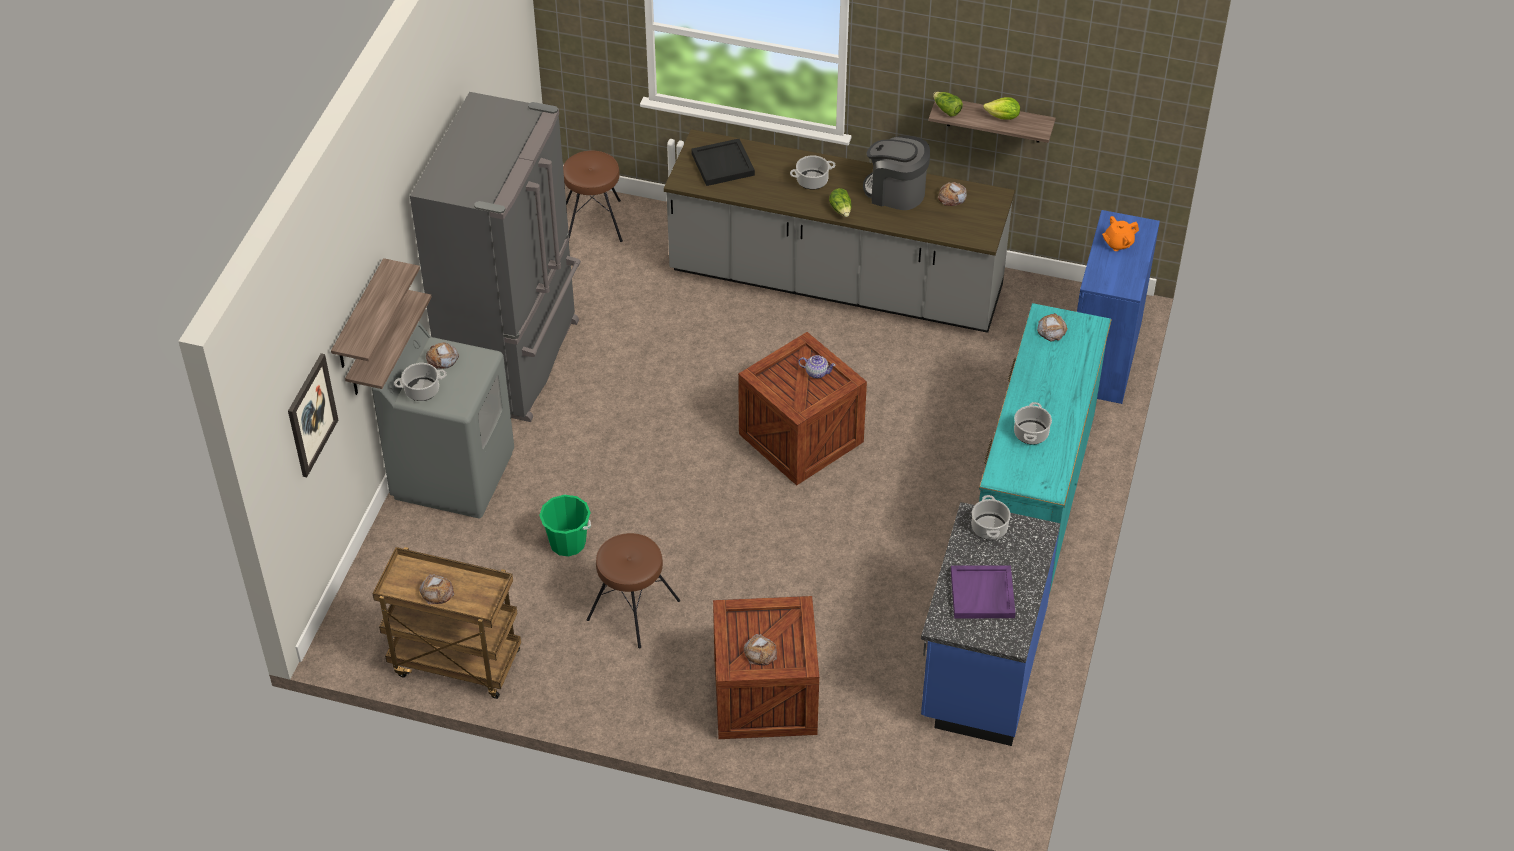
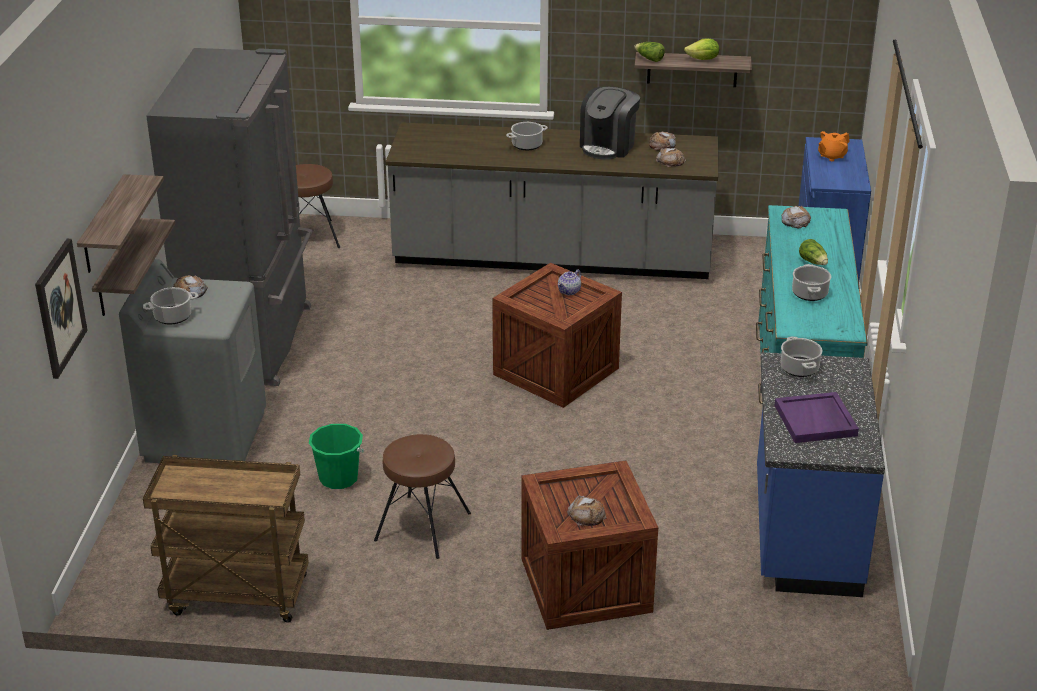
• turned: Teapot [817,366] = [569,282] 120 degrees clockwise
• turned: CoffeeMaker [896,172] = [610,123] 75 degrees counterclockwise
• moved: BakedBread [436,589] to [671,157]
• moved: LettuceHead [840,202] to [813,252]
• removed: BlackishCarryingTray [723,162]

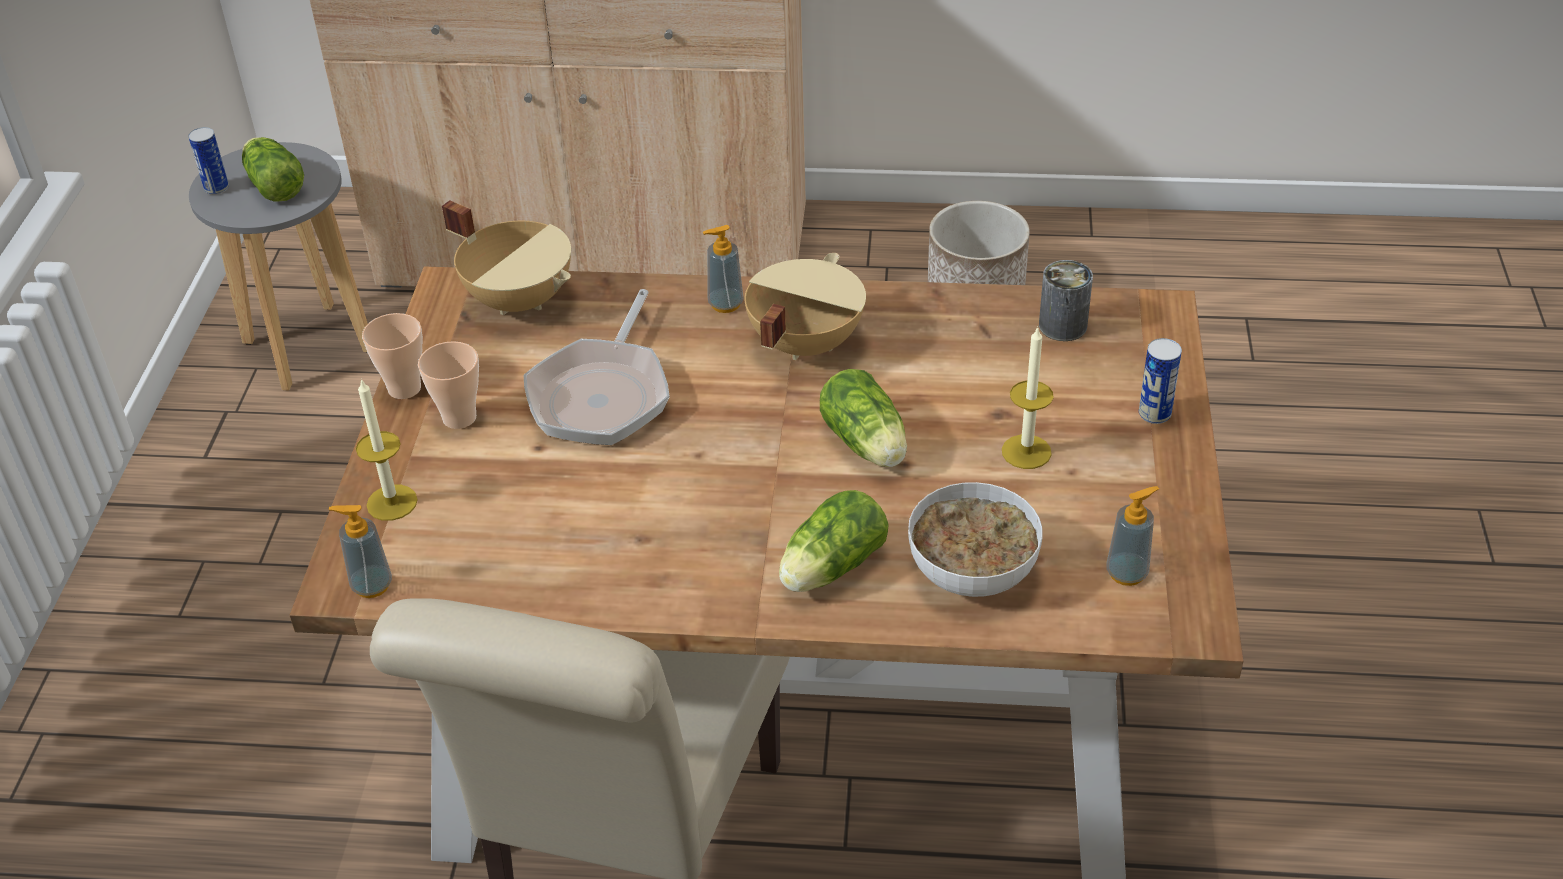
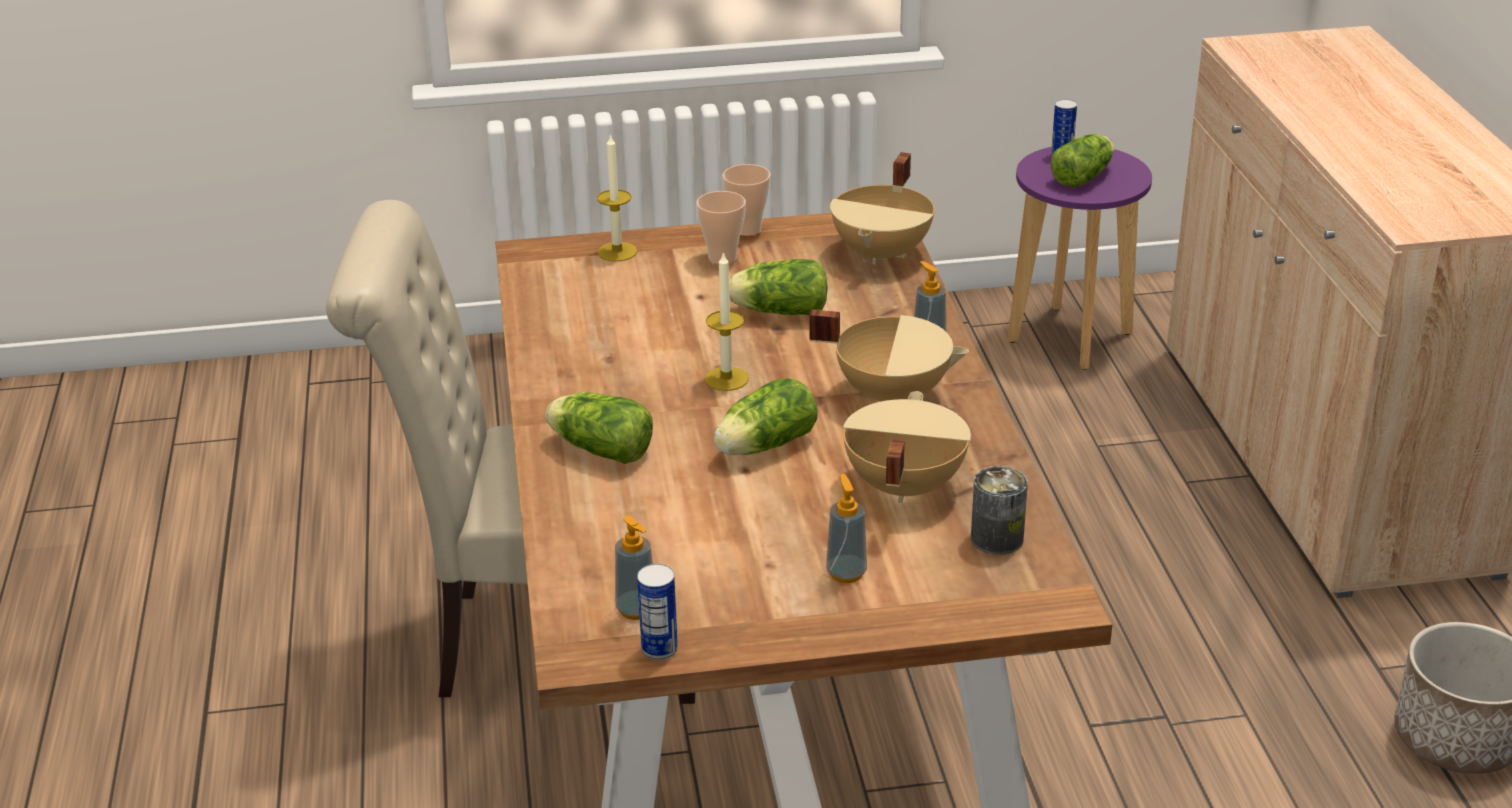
• moved: Can [1160,381] to [657,612]
• moved: WaxCandle [1028,398] to [726,321]
• replaced: Skillet [597,367] to LettuceHead [778,287]
• moved: SoapBottle [360,551] to [846,528]
• added: BeigeSaucepot [907,447]
• recoloured: GreyStoolSeat [278,266] to PurplishStoolSeat [1079,258]
• removed: ServingBowl [975,539]

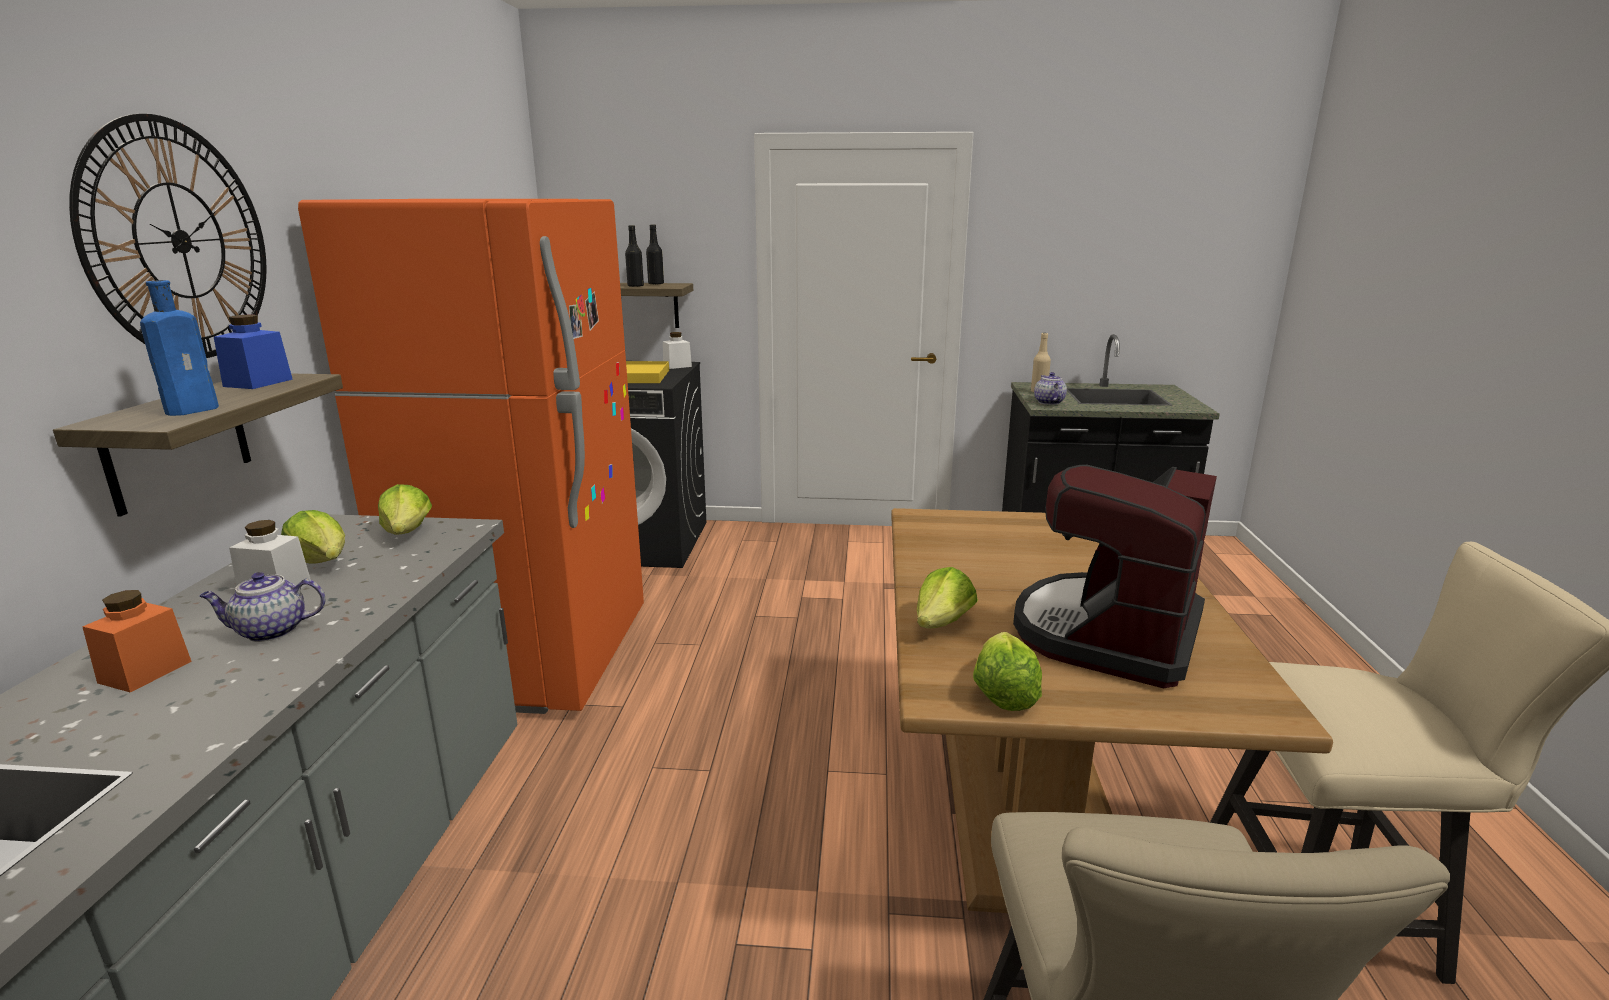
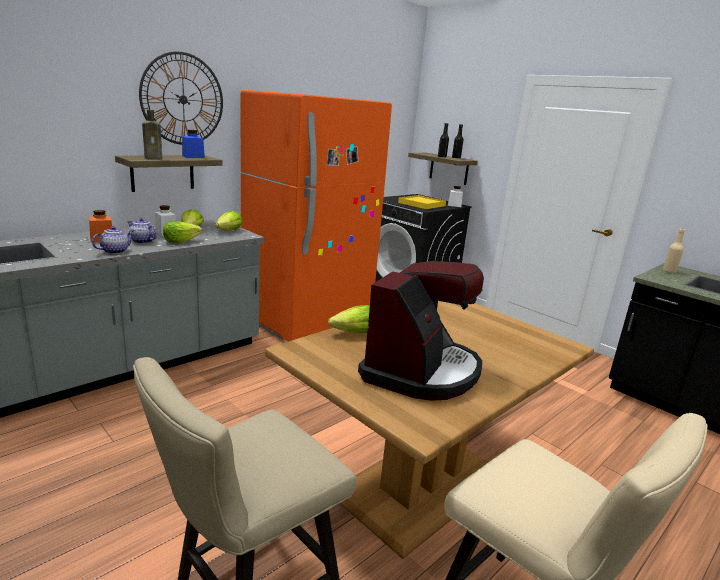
• moved: Teapot [1050,388] to [113,240]
• recoloured: BlueColouredBottle [179,348] to BrownColouredBottle [152,134]
• moved: LettuceHead [1007,671] to [182,232]
• turned: CoffeeMaker [1115,577] = [421,331] 135 degrees clockwise

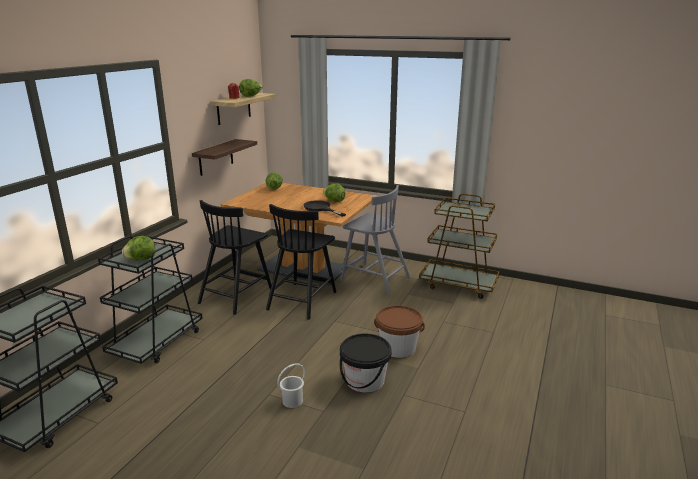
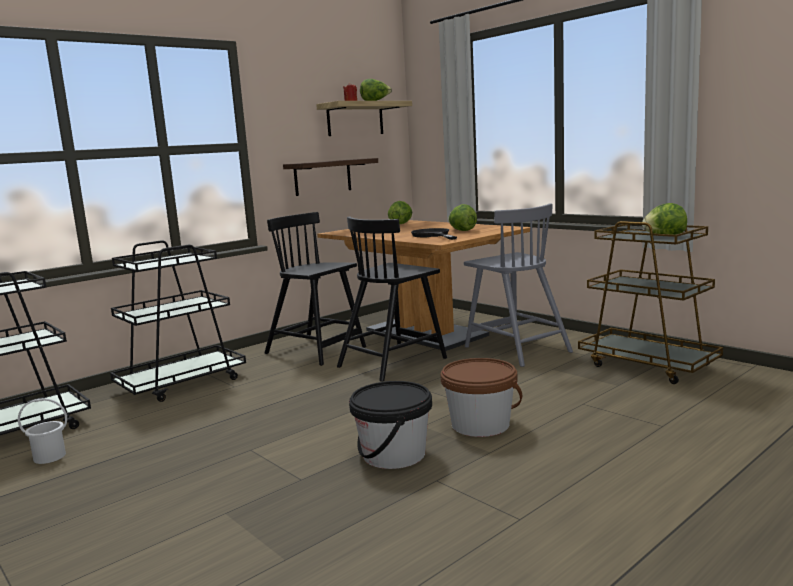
• moved: WhiteColouredWaterBucket [291,385] to [42,431]
• turned: BlackishUprightChair [234,257] = [315,289] 75 degrees clockwise
• moved: LettuceHead [139,248] to [664,219]

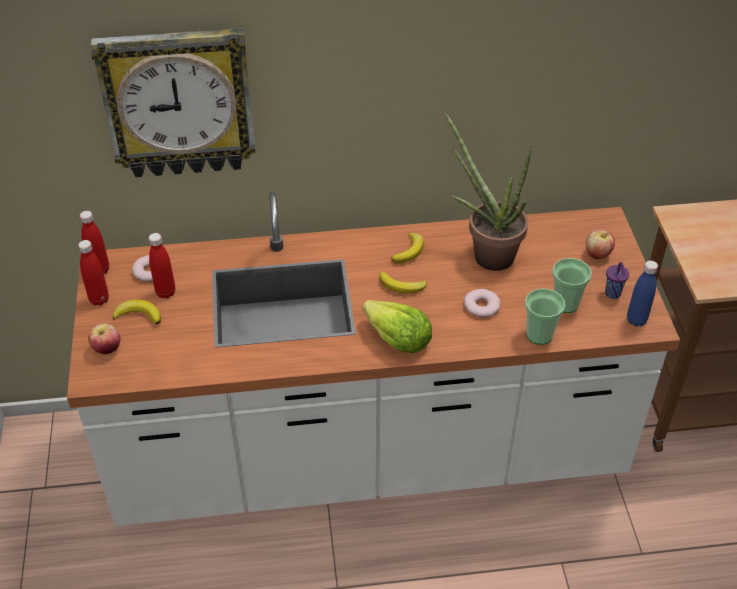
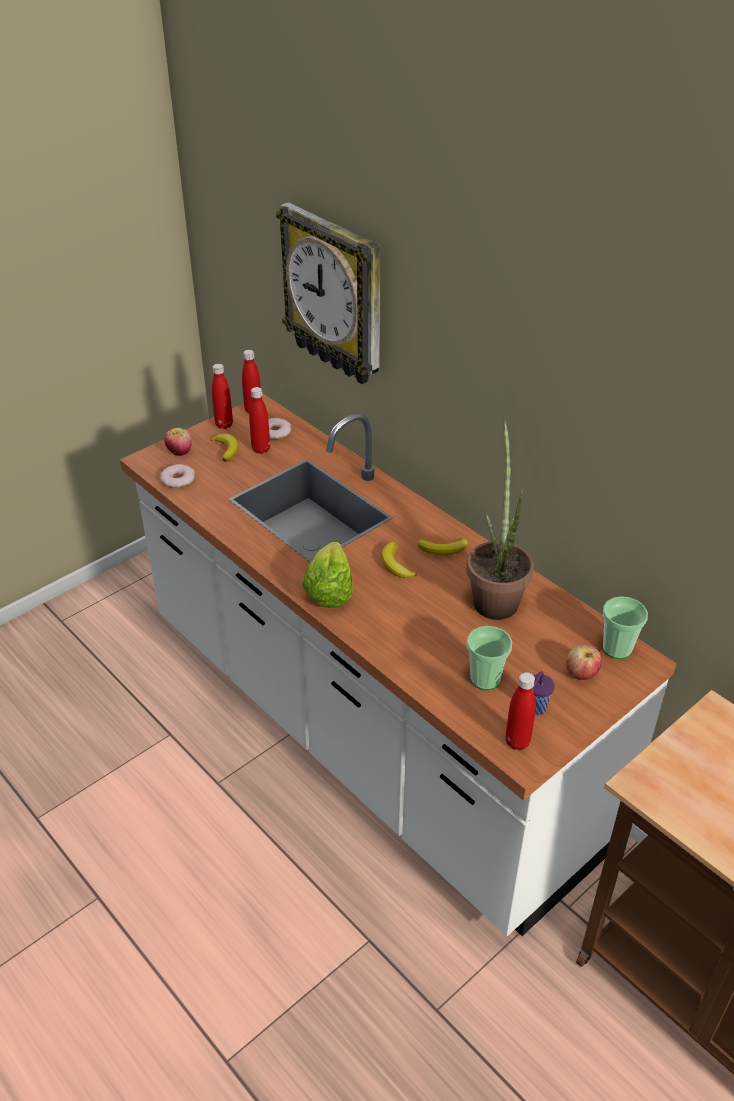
• moved: Donut [482,303] to [177,476]
• recoloured: BlueColouredBottle [642,293] to RedColouredBottle [520,711]
• moved: Cup [545,317] to [625,627]

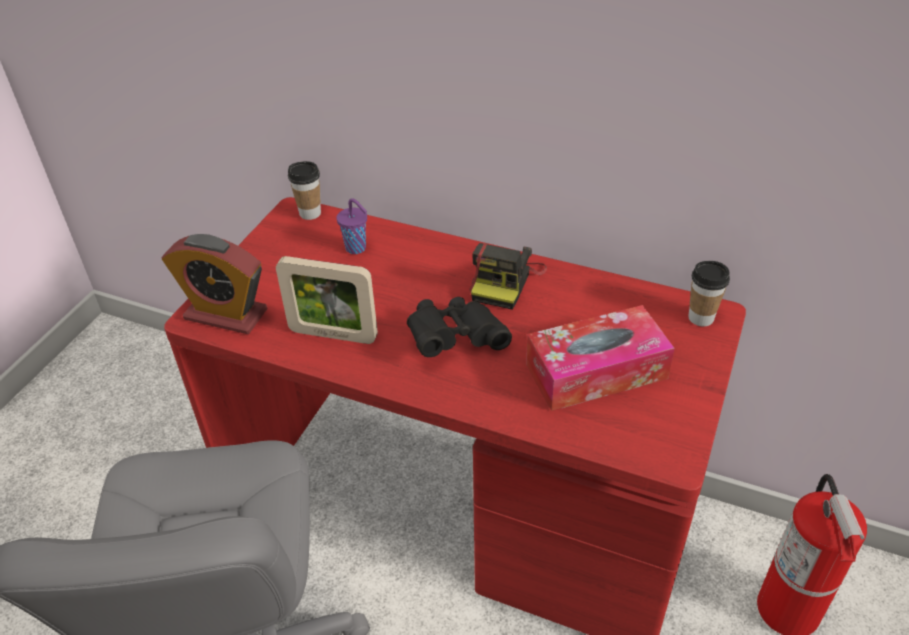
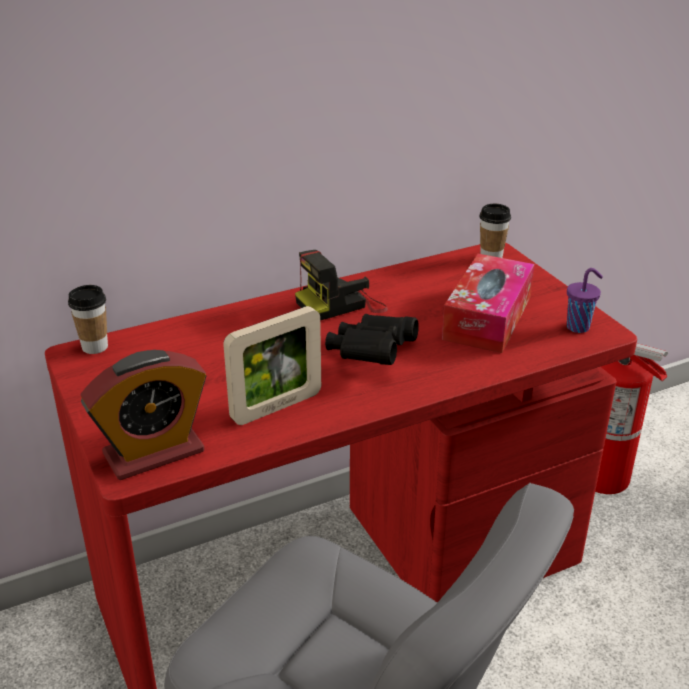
• turned: StillCamera [508,276] = [341,285] 90 degrees clockwise
• moved: PurplishCup [352,226] to [585,300]

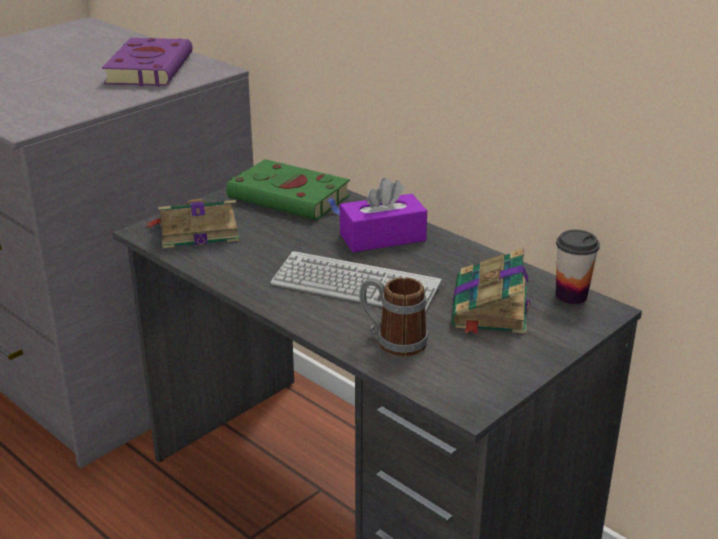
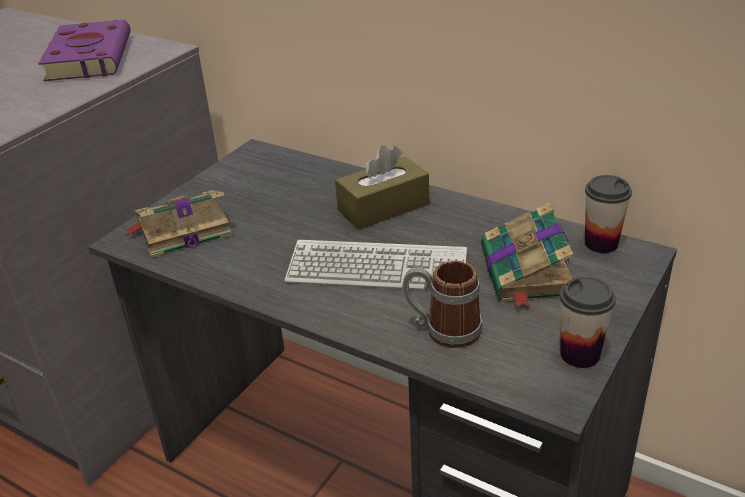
• recoloured: PurplishTissueHolder [383,215] to BrownColouredTissueHolder [382,187]
• added: Cup [587,322]
• removed: GreenishBook [288,189]

